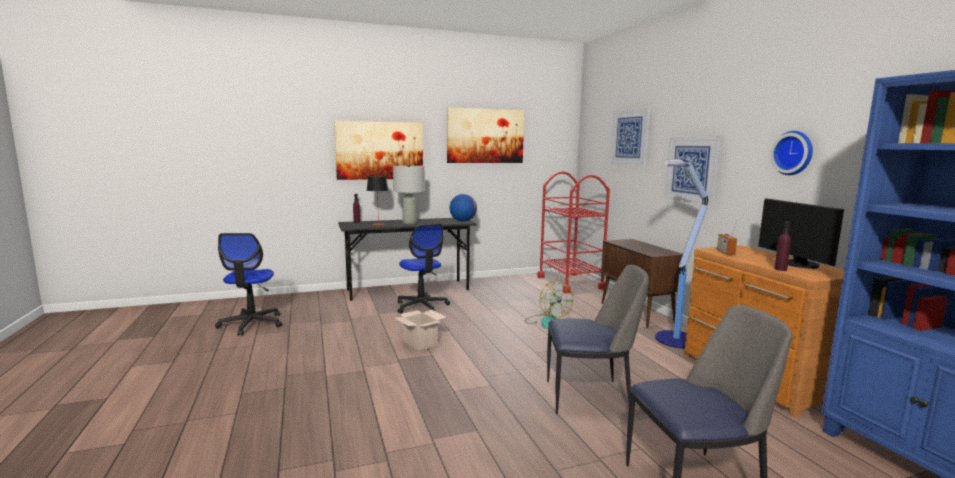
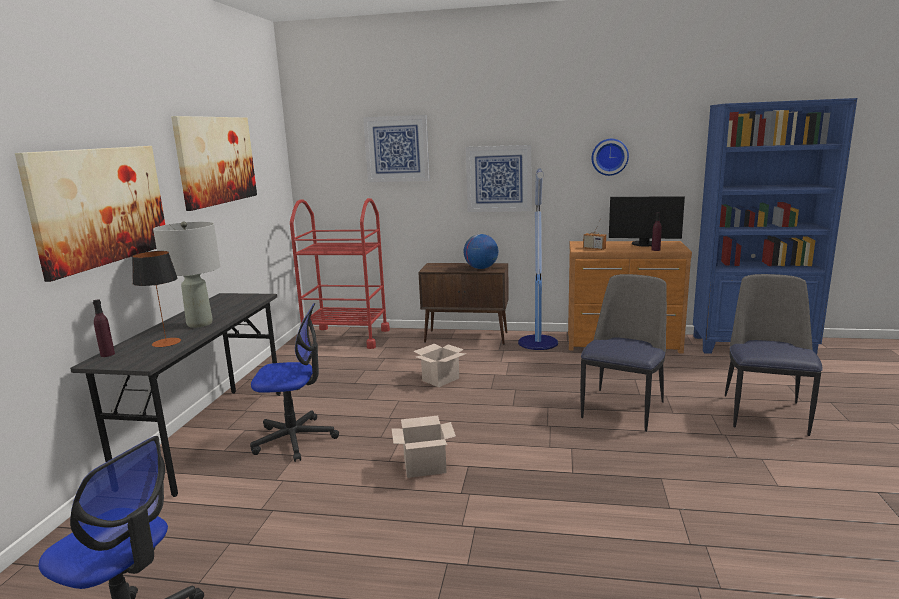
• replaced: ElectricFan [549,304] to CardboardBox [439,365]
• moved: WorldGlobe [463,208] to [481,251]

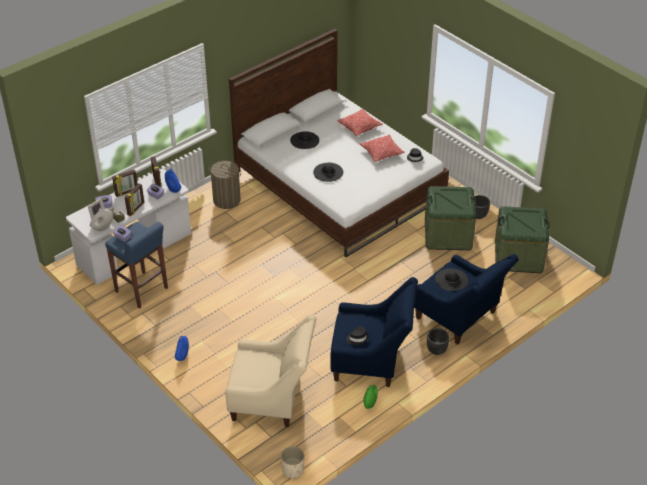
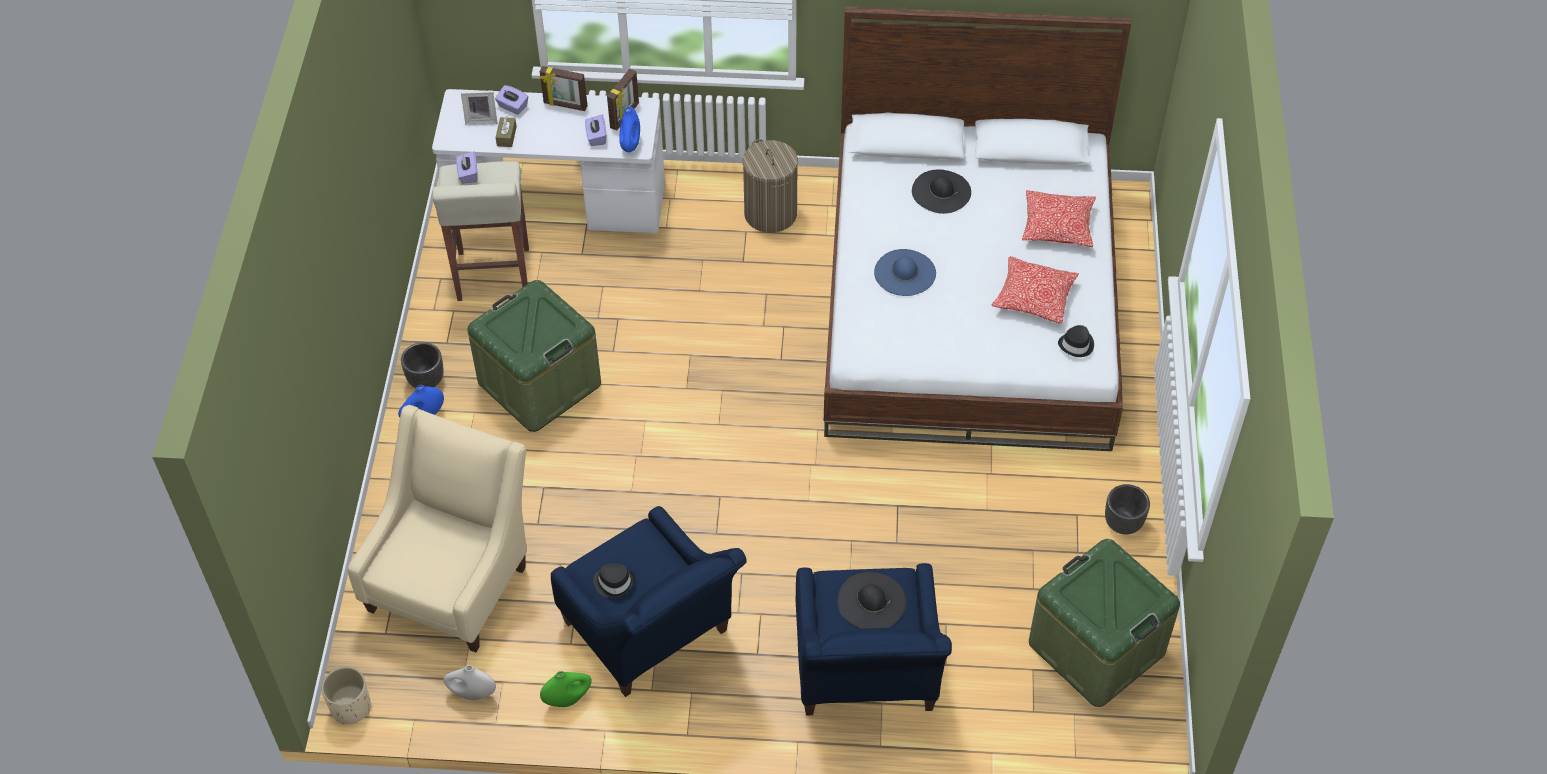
• turned: BeigeArmchair [271,370] = [437,528] 120 degrees counterclockwise
• moved: BlackishPlantPot [438,341] to [422,365]
• recoloured: BlueColouredStoolSeat [136,265] to BeigeStoolSeat [480,231]
• moved: WhiteColouredVase [101,219] to [469,683]
• moved: GreenishStorageBin [450,218] to [534,356]
• recoloured: BlackishHat [328,172] to BlueColouredHat [905,272]
• removed: PictureFrame [134,199]

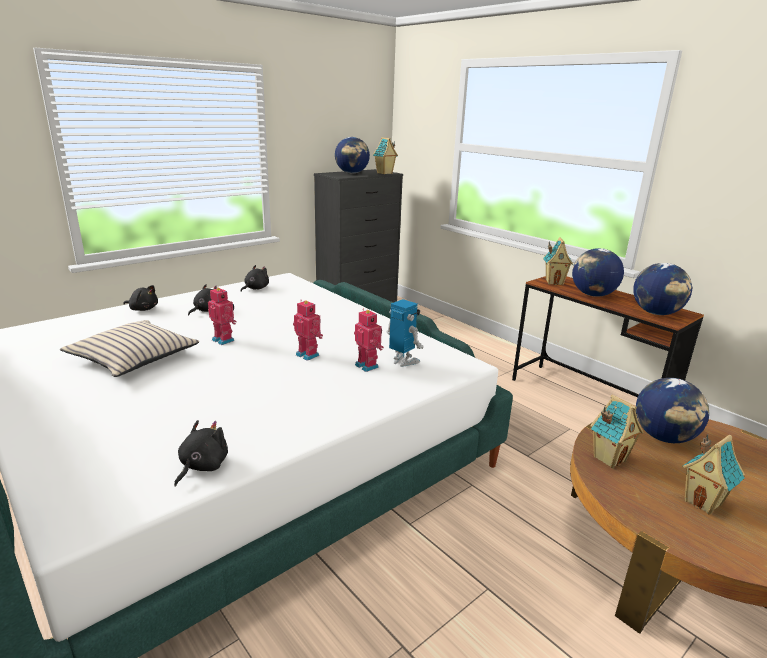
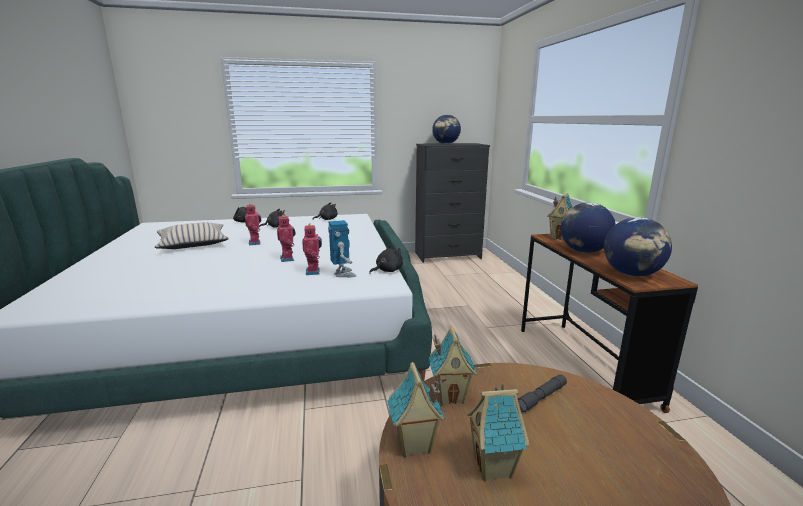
• moved: BlackishPlushToy [201,453] to [386,259]
• moved: ModelHouse [385,155] to [416,409]
• replaced: WorldGlobe [672,410] to GreyHandTorch [542,393]

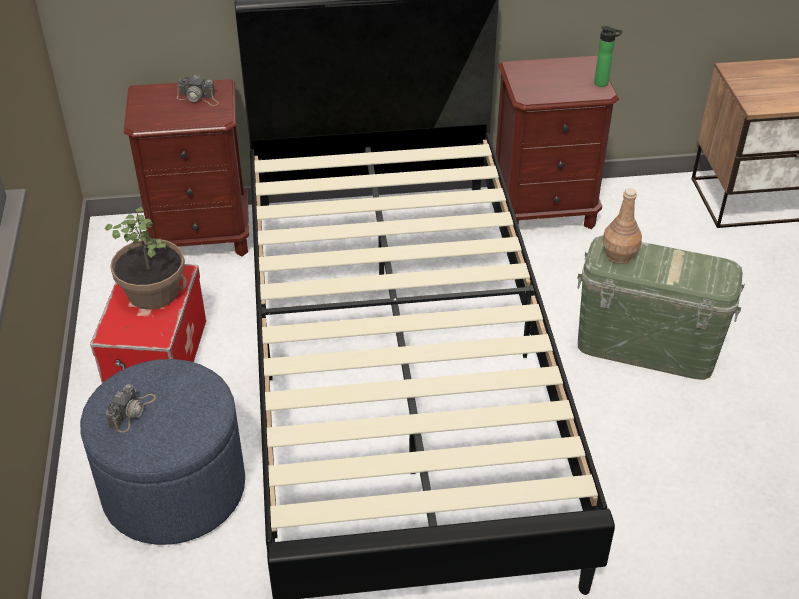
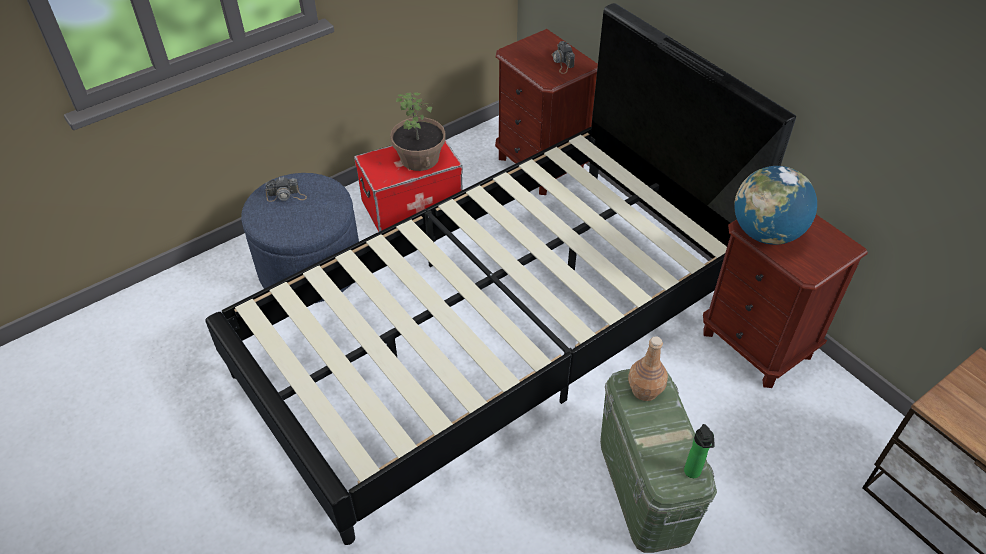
• moved: Bottle [608,56] to [699,451]
• added: WorldGlobe [775,205]

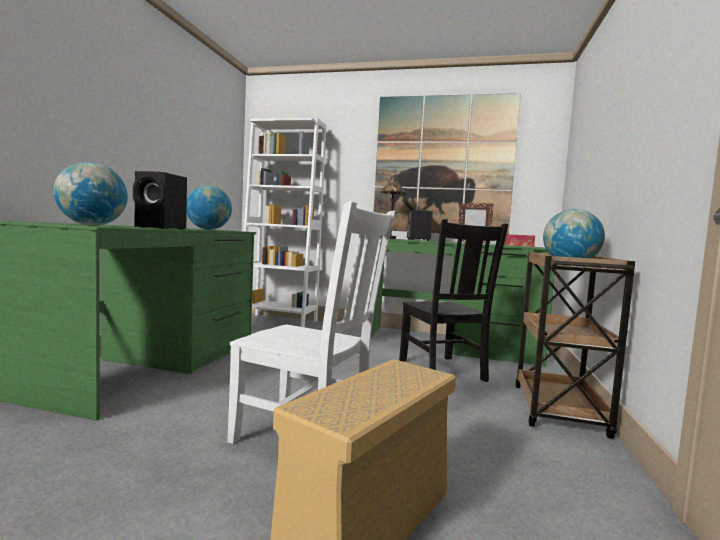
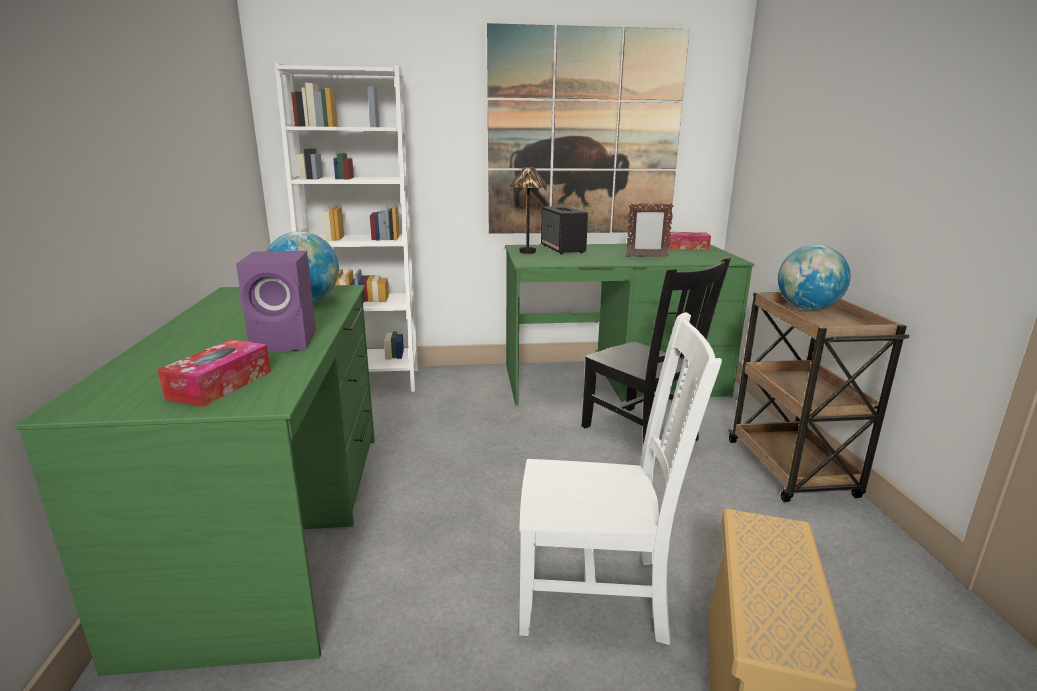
• replaced: WorldGlobe [90,193] to TissueHolder [214,373]
• recoloured: BlackishSpeaker [160,200] to PurplishSpeaker [276,301]

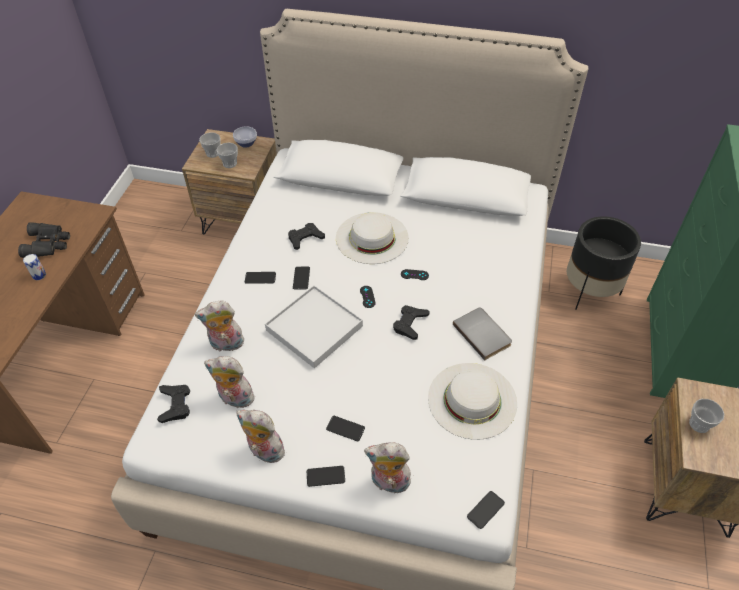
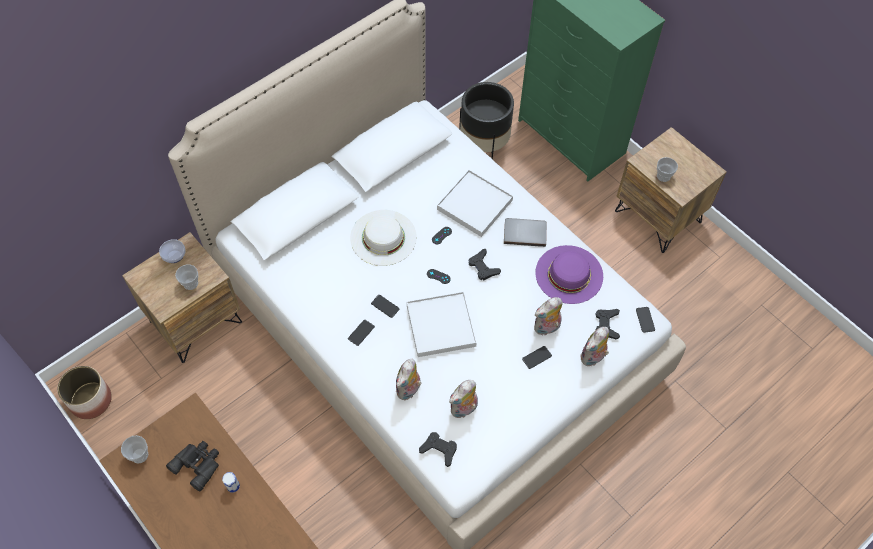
• added: PlantPot [84,392]
• moved: Cup [210,145] to [134,449]
• added: WhiteColouredCarryingTray [475,203]
• moved: PlushToy [261,437] to [548,316]
• recoloured: WhiteColouredHat [472,401] to PurplishHat [569,274]
• moved: BlackishGamepad [306,236] to [607,324]
• removed: Telephone [326,476]

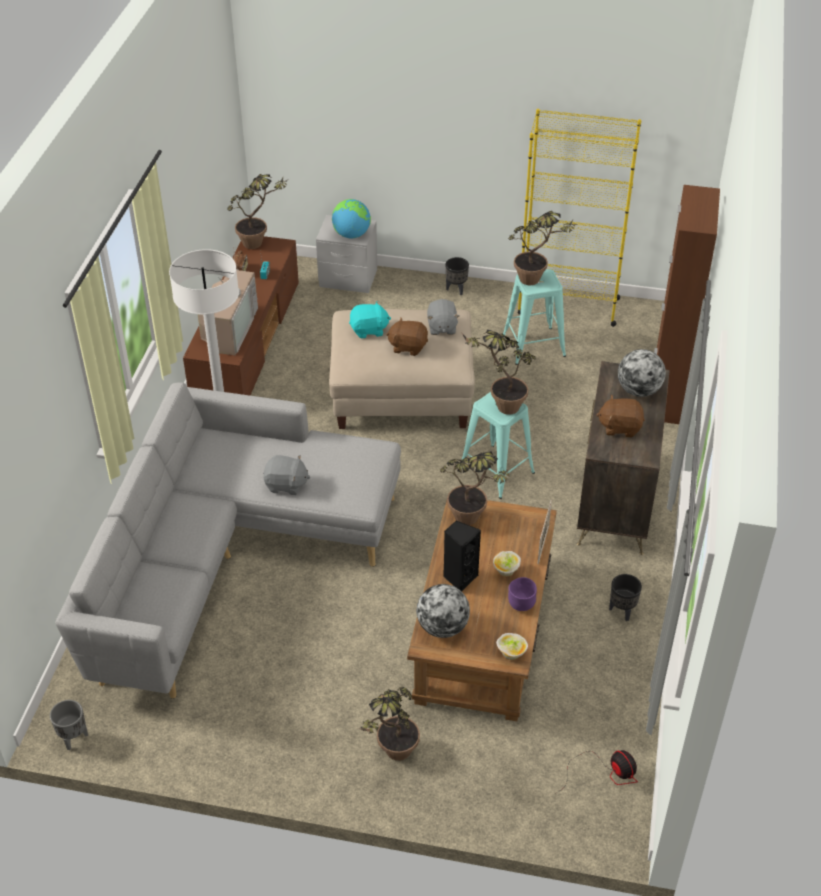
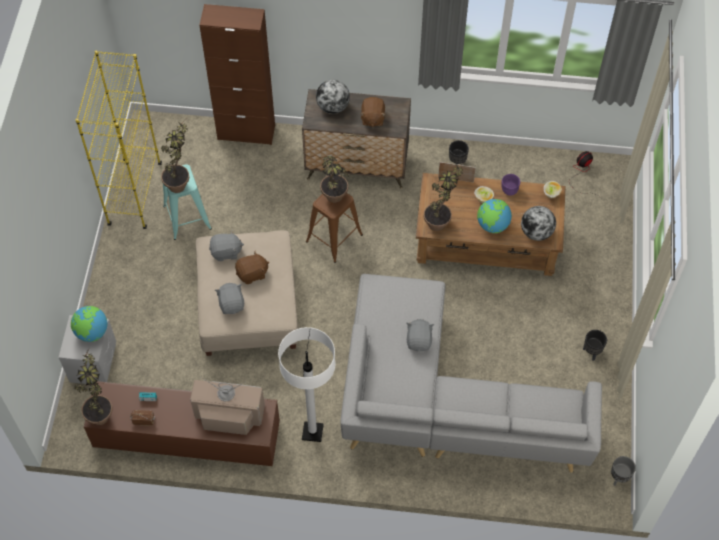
• recoloured: BlueGreenPlushToy [370,319] to GreyPlushToy [229,298]
• turned: BrownColouredPlushToy [407,337] = [252,267] 120 degrees counterclockwise
• recoloured: BlueGreenStoolSeat [498,445] to BrownColouredStoolSeat [334,228]
• replaced: BlackishSpeaker [462,555] to WorldGlobe [494,216]
• moved: BlackishPlantPot [457,276] to [595,345]
• removed: Houseplant [389,723]

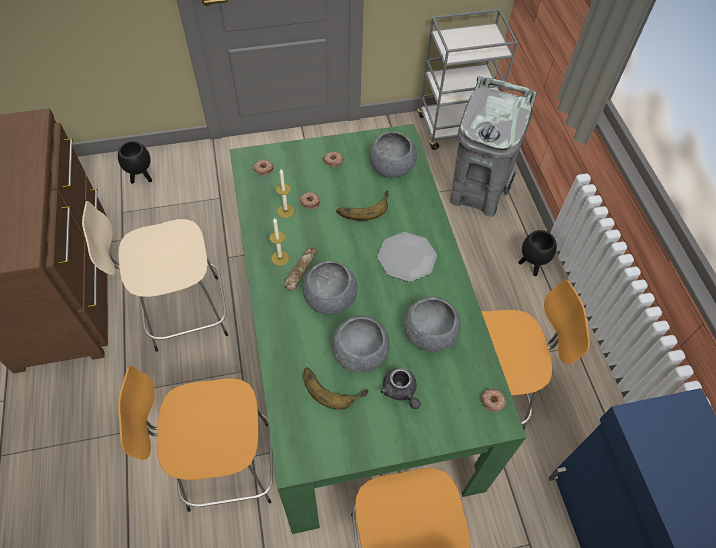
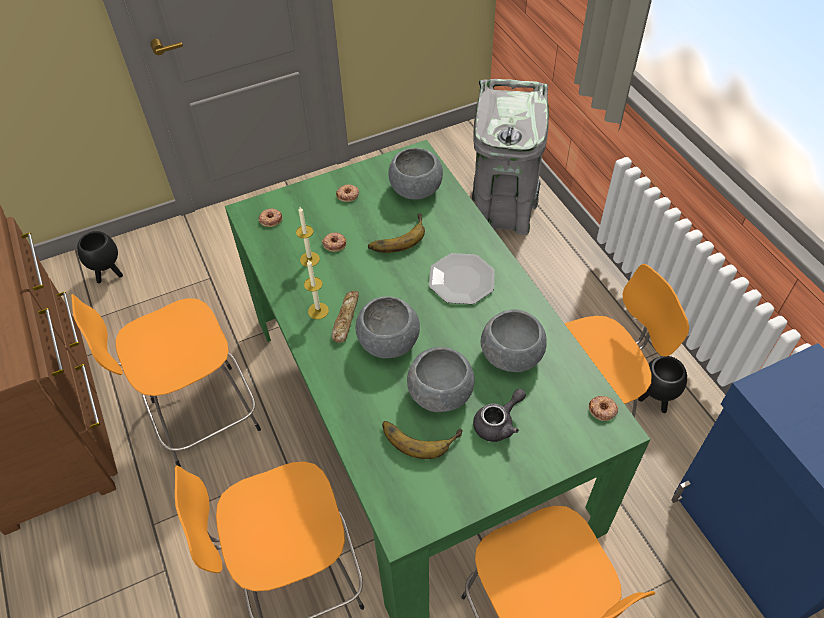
• recoloured: BeigeStoolSeat [155,276] to OrangeColouredStoolSeat [166,380]
• turned: GreyTeapot [401,388] = [499,415] 90 degrees counterclockwise
• moved: BlackishPlantPot [538,253] to [662,384]
• removed: GreyTrolley [467,79]

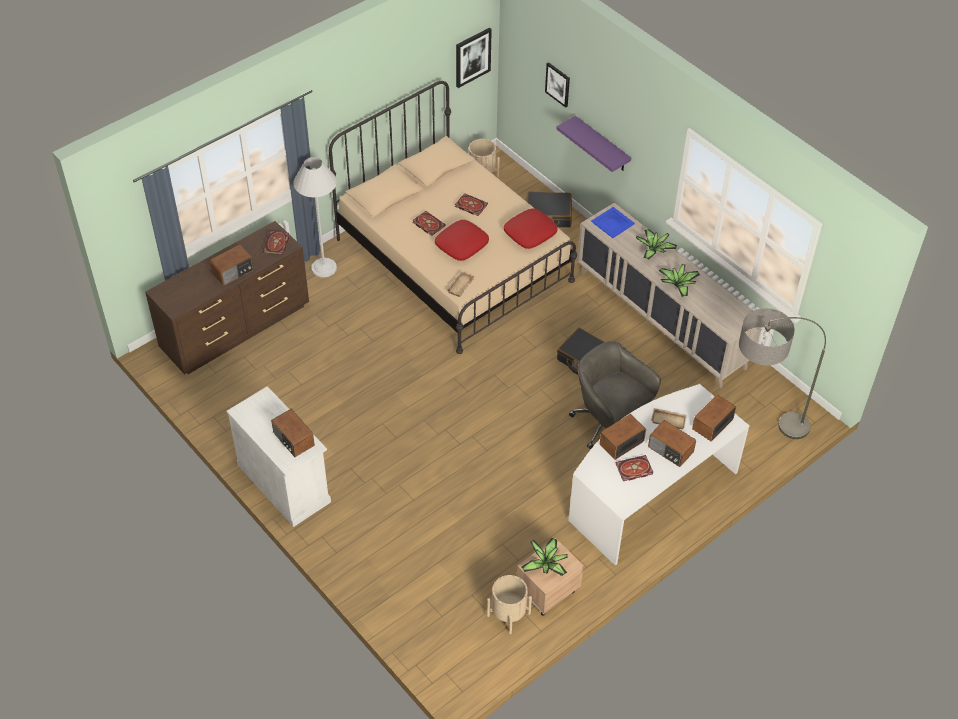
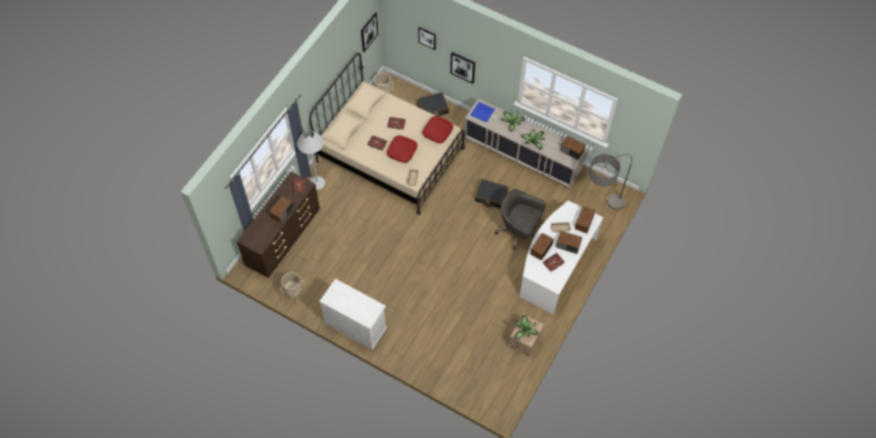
• moved: BeigePlantPot [509,604] to [292,287]
• replaced: PurplishWallShelf [593,144] to WallPicture [462,68]
• moved: RadioSet [293,433] to [573,148]

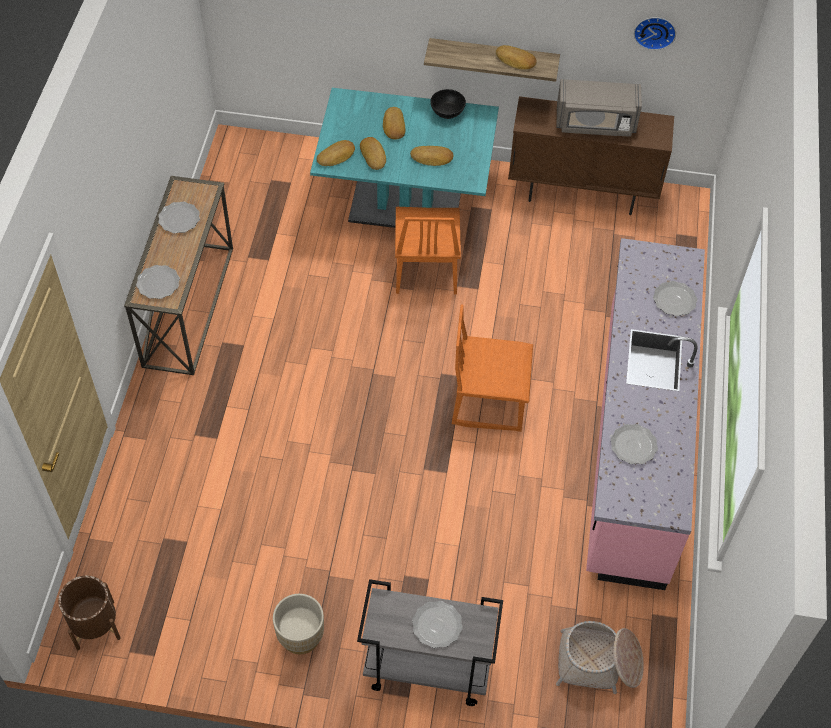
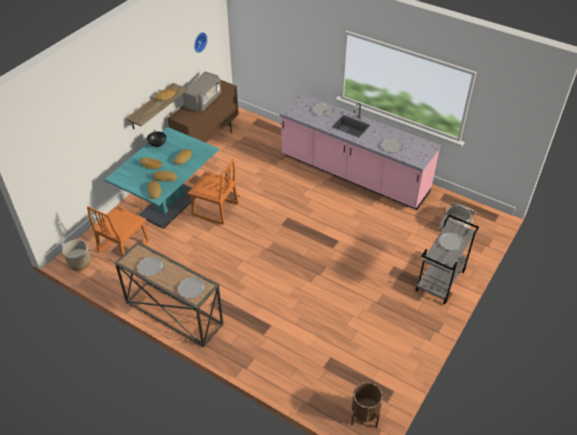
• moved: BeigePlantPot [298,624] to [76,255]
• moved: OrangeColouredUprightChair [492,368] to [118,230]

